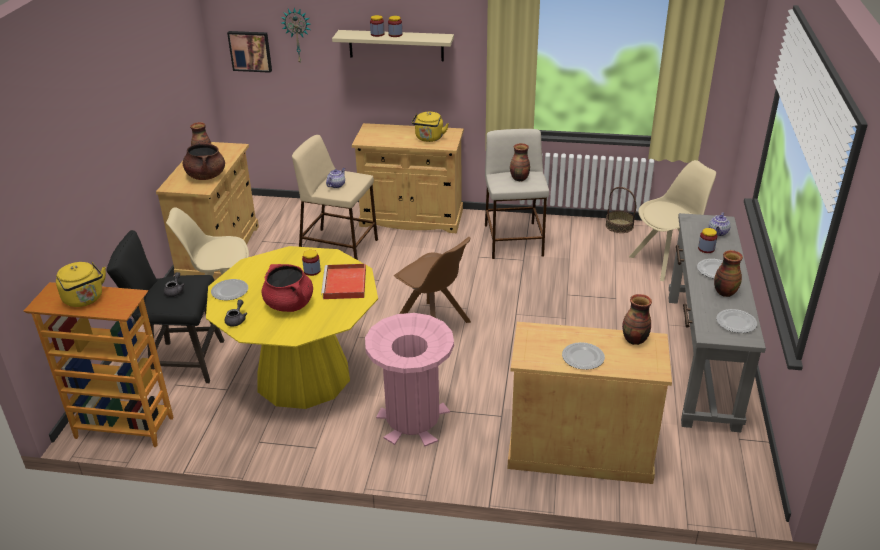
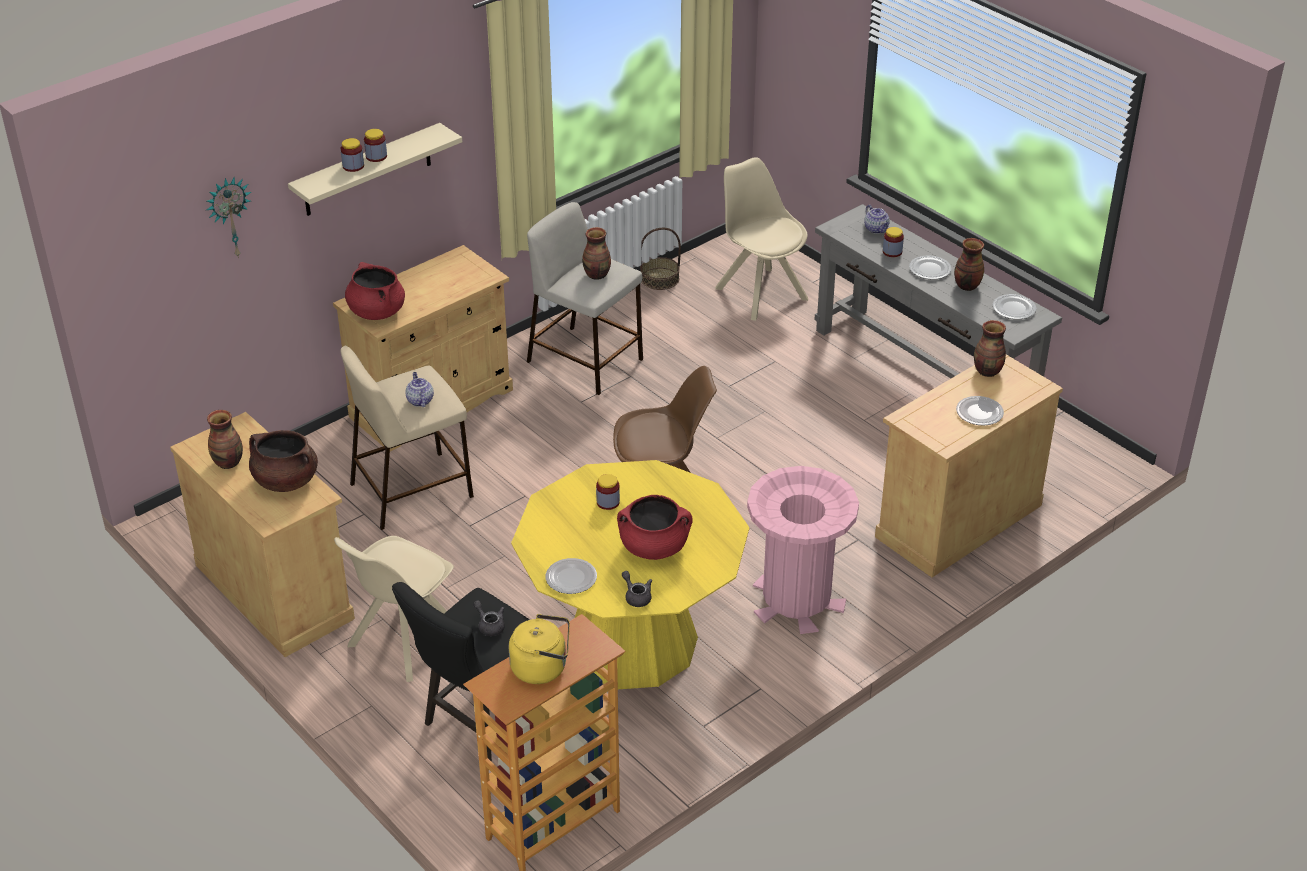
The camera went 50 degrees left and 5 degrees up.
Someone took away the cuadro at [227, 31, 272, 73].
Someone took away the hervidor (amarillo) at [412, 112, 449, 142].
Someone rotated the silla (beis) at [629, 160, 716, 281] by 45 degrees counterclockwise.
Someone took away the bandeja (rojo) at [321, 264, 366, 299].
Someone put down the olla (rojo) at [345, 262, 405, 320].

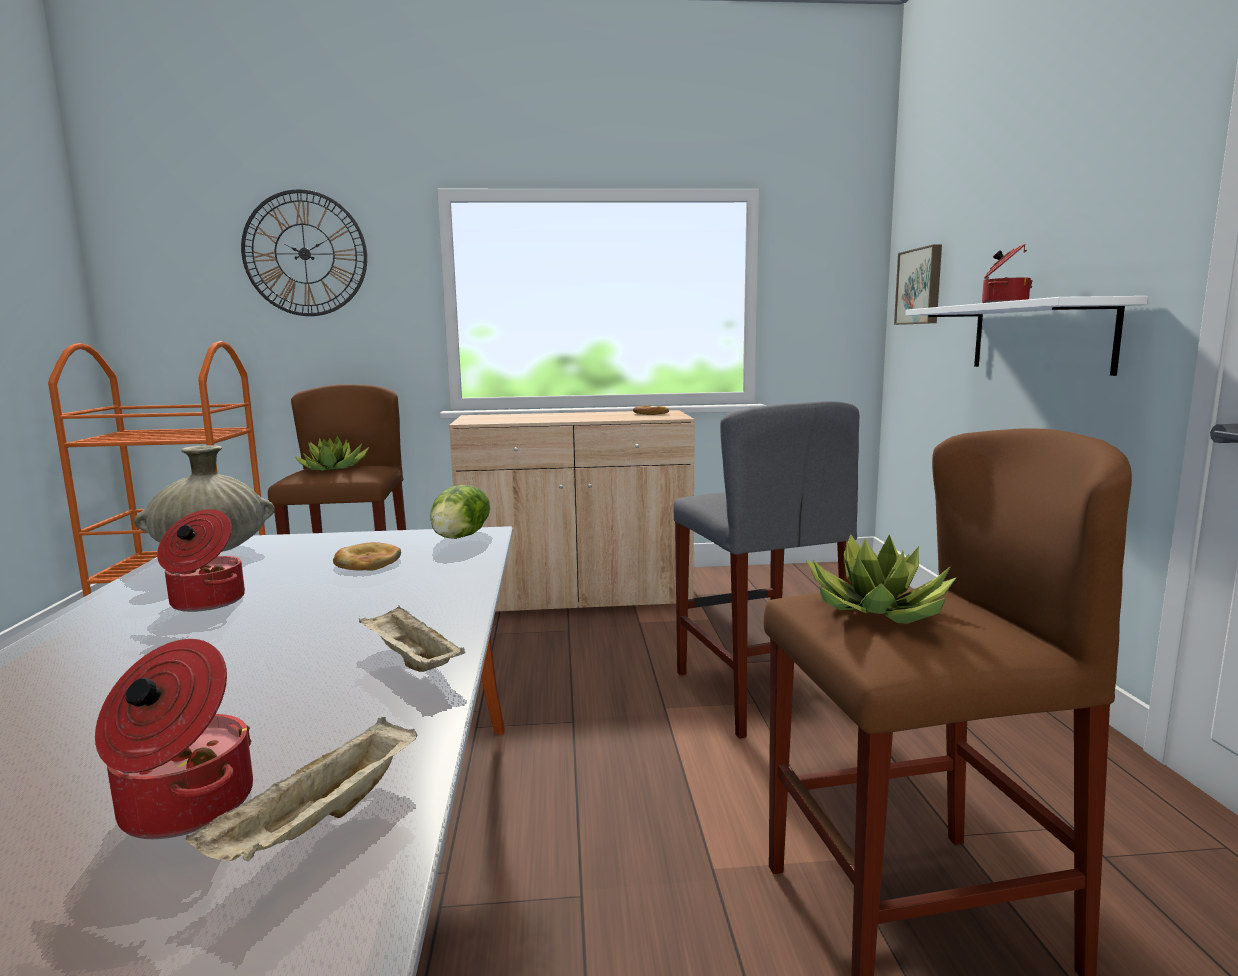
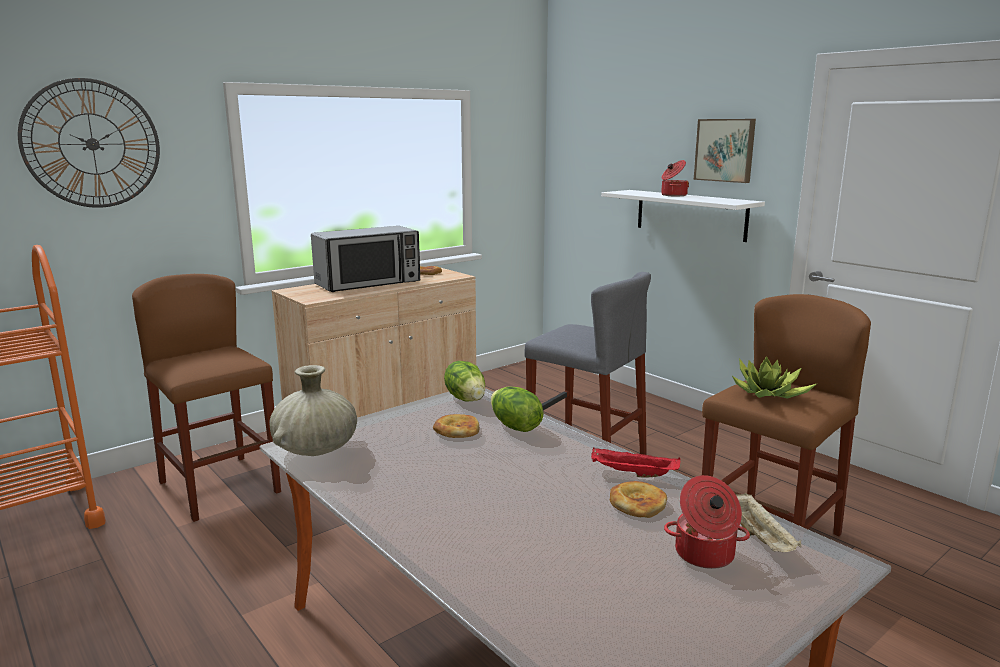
The camera went 35 degrees left and 5 degrees up.
Someone carried the cuadro from [894, 244, 942, 325] to [694, 119, 756, 183].
Someone took away the planta en maceta at [294, 435, 369, 471].
Someone took away the olla at [157, 509, 245, 612].
Someone repainted the bandeja (beis) at [359, 606, 465, 672], which became the bandeja (rojo) at [591, 448, 680, 478].
Someone put down the microondas at [311, 226, 420, 292].
Someone put down the lechuga at [491, 386, 543, 432].
Someone put down the pan at [610, 481, 667, 518].

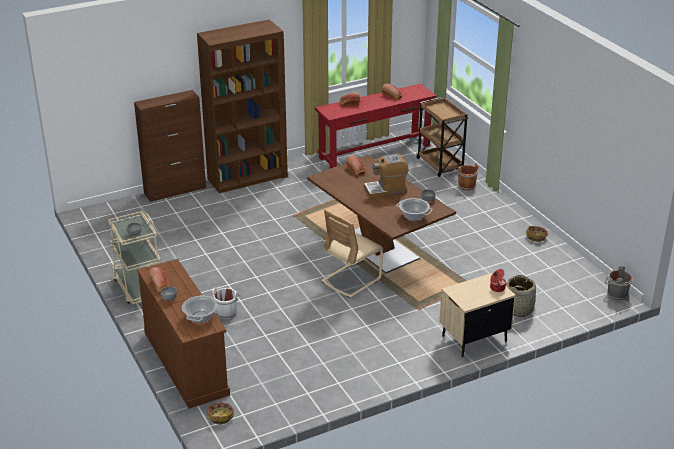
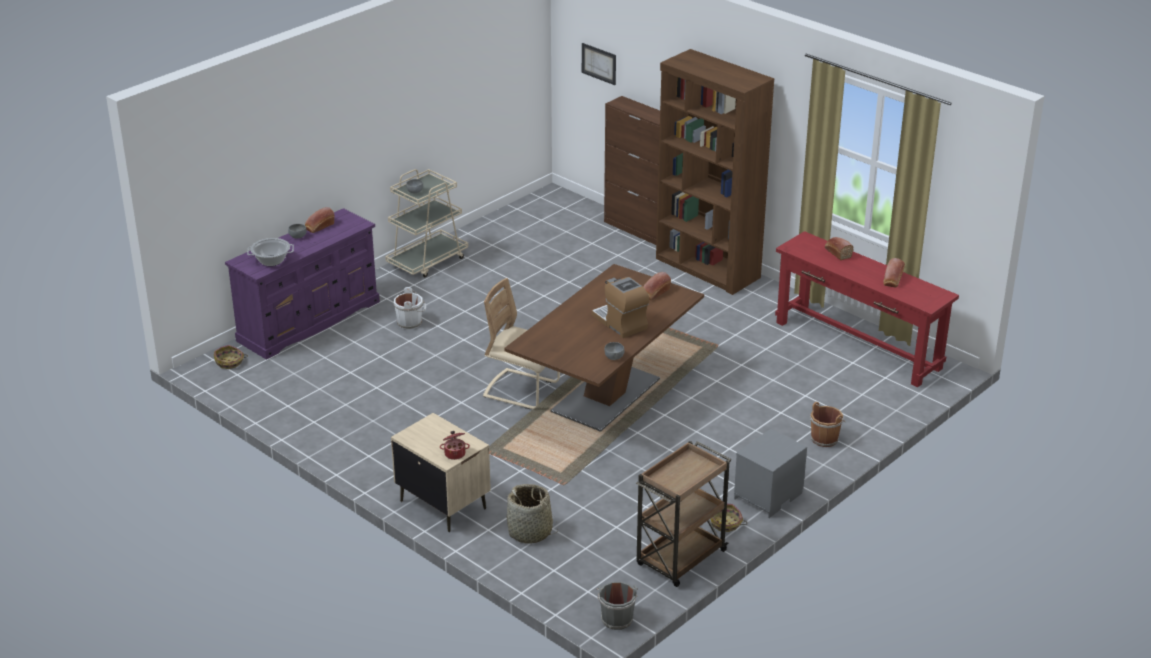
The camera went 70 degrees right and 0 degrees up.
Someone carried the carrito (marrón) from [416, 97, 468, 177] to [636, 441, 731, 587].
Someone took away the olla at [396, 198, 433, 221].
Someone repainted the cómoda (marrón) at [137, 259, 230, 409], which became the cómoda (morado) at [225, 208, 380, 360].
Someone put up the cuadro at [582, 43, 616, 85].
Someone put down the mesita de noche (gris) at [734, 429, 807, 518].

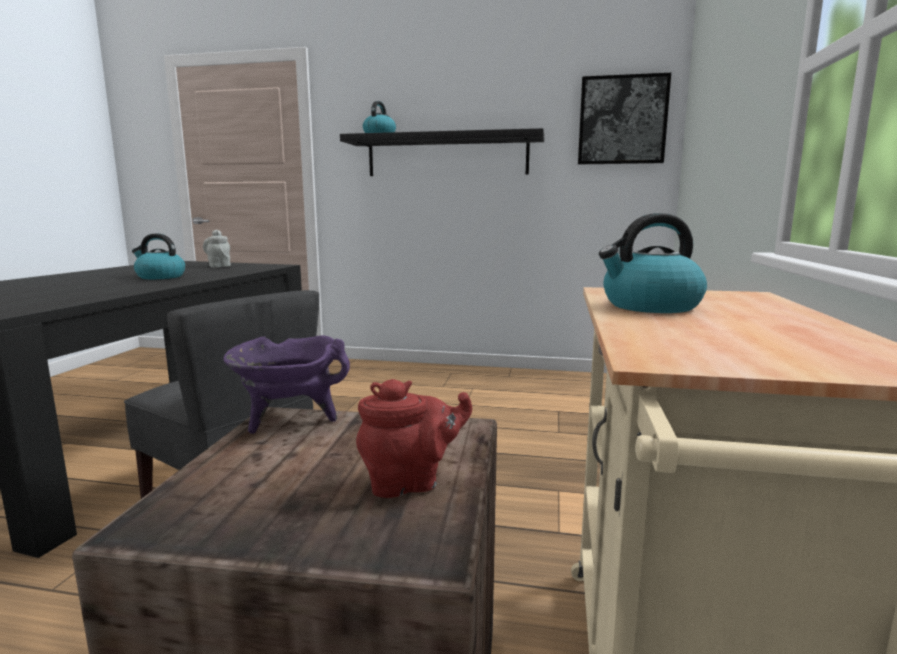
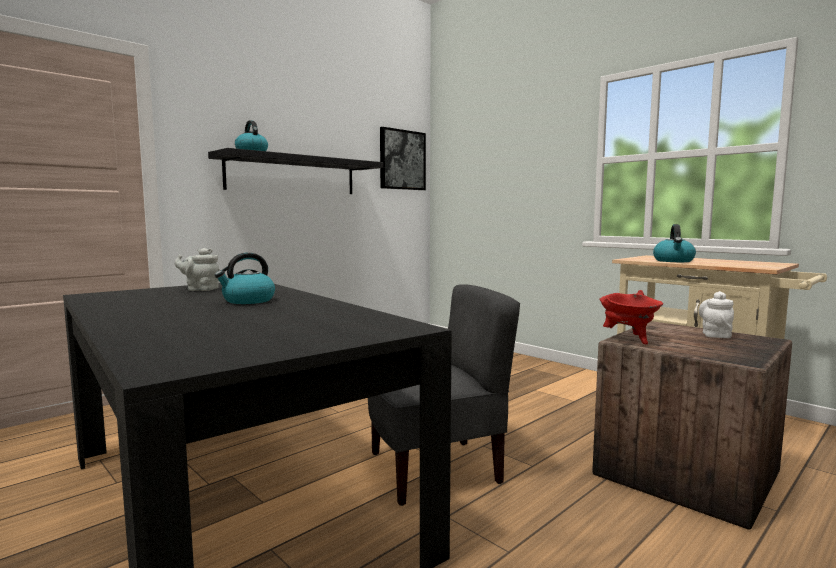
The camera went 55 degrees left and 5 degrees down.
Someone repainted the olla (morado) at [223, 335, 350, 434], which became the olla (rojo) at [599, 290, 663, 345].
Someone repainted the tetera (rojo) at [356, 379, 472, 498], which became the tetera (blanco) at [699, 291, 734, 338].

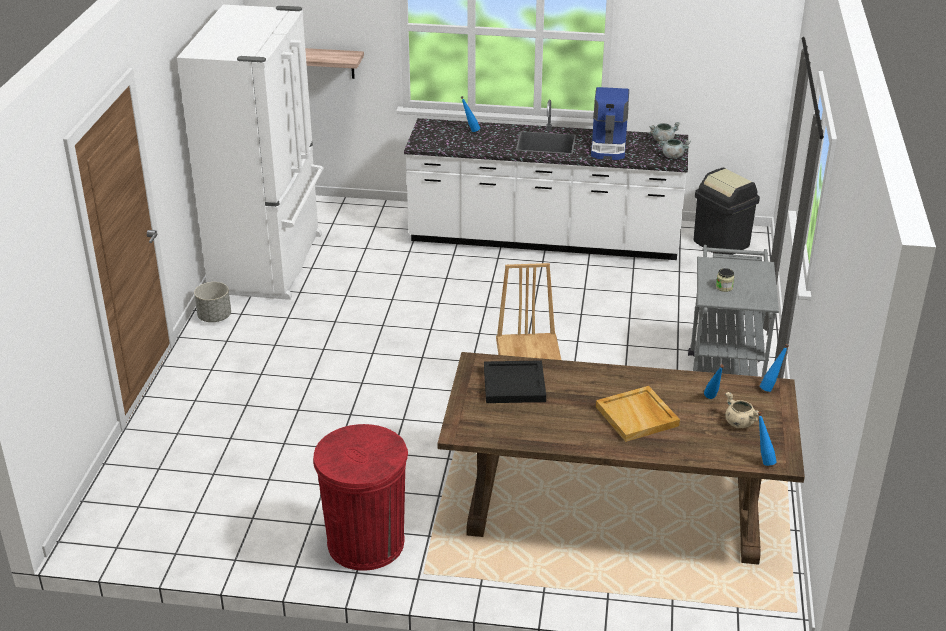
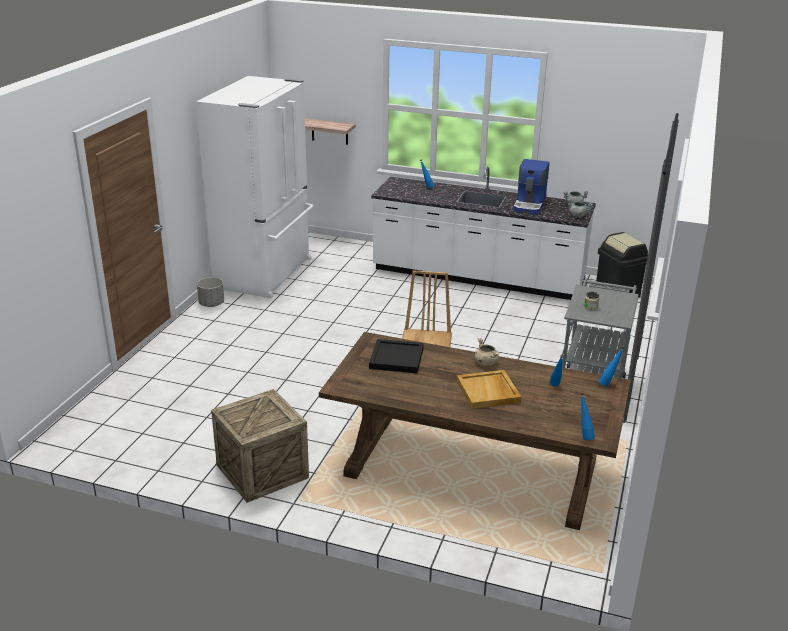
The camera went 10 degrees right and 5 degrees down.
Someone carried the olla (beis) from [725, 392, 759, 428] to [475, 338, 499, 366].
Someone swapped the papelera (rojo) at [313, 424, 408, 570] for the caja de embalaje at [211, 389, 309, 503].

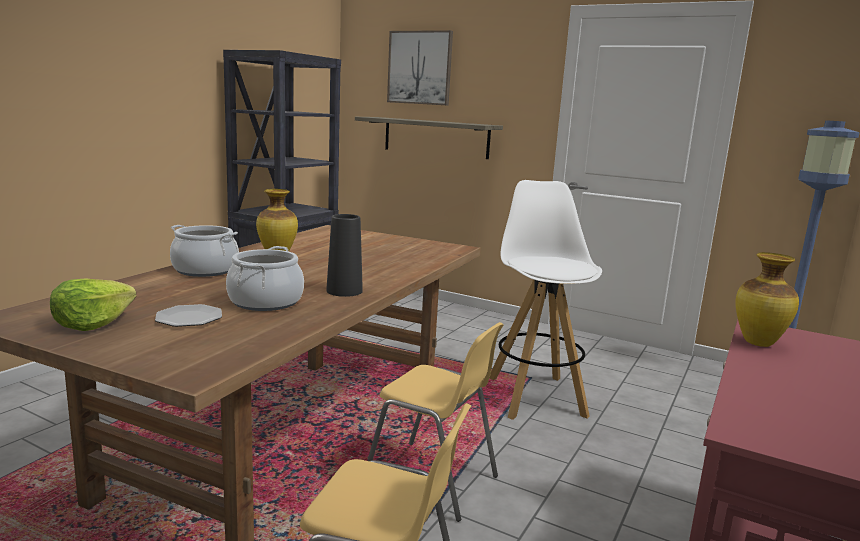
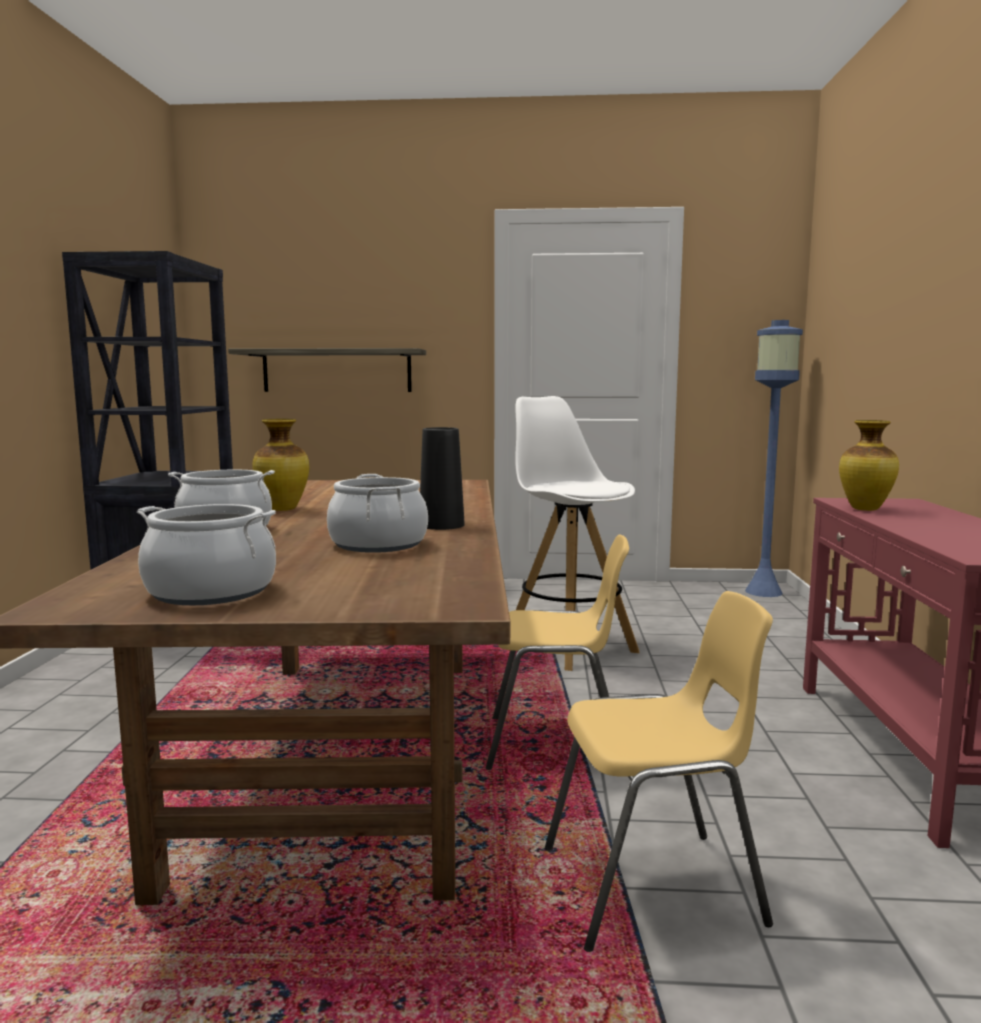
The camera went 25 degrees left and 5 degrees down.
Someone took away the cuadro at [387, 30, 453, 106].
Someone swapped the lechuga at [50, 278, 136, 331] for the olla at [137, 504, 276, 605].
Someone took away the plato at [155, 304, 222, 327].

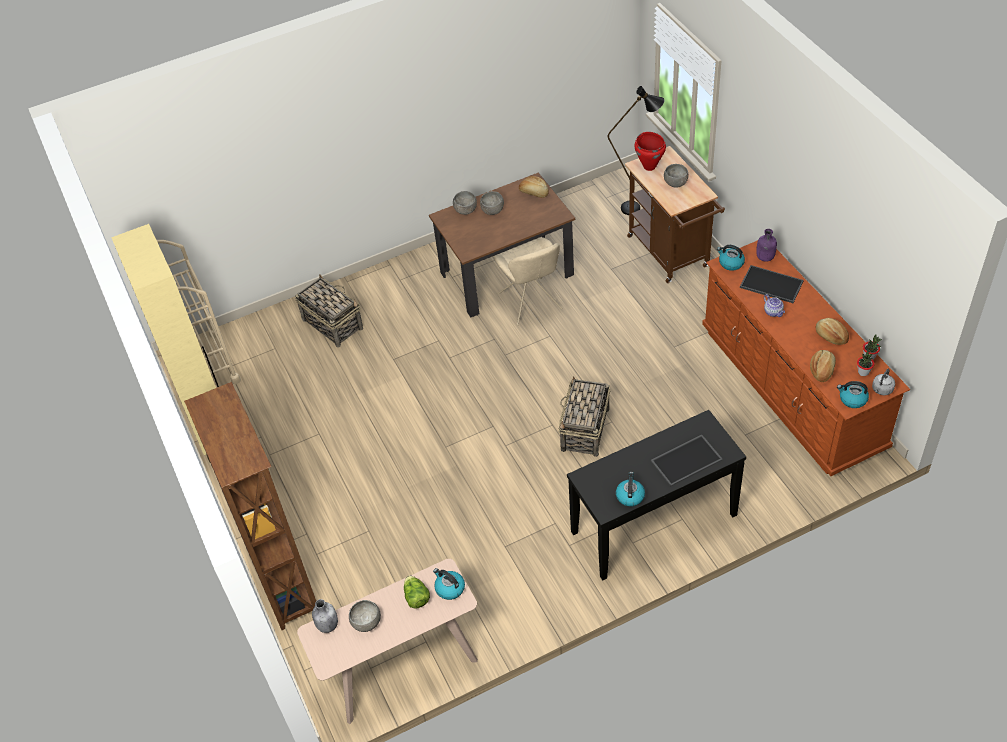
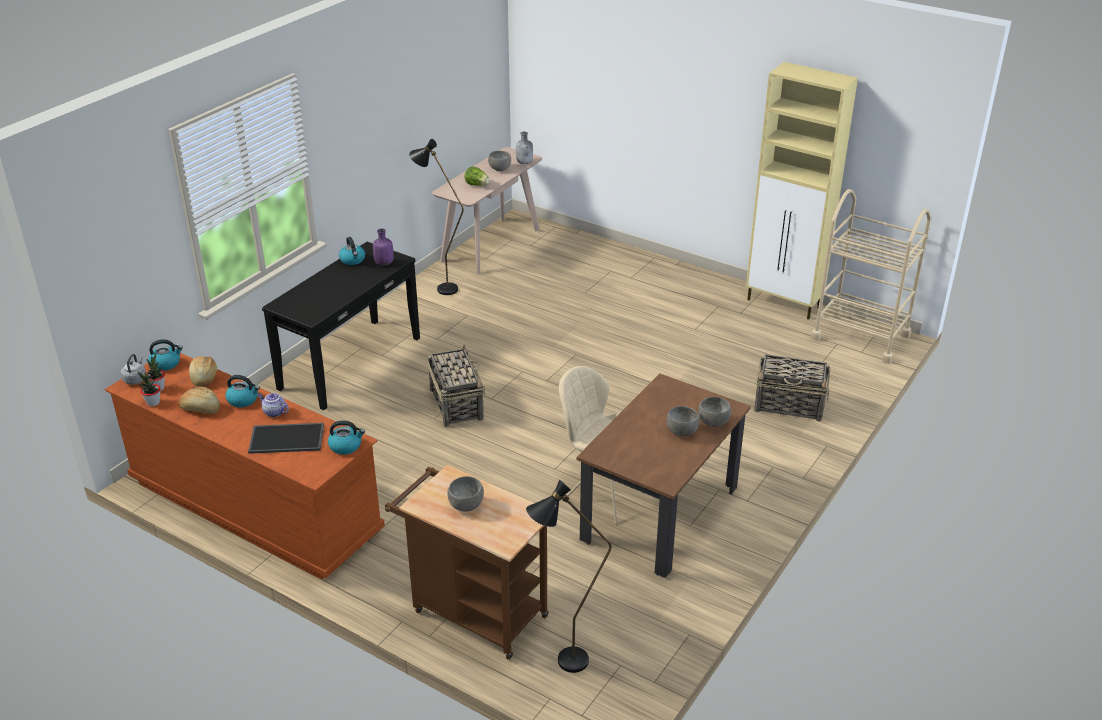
The camera went 145 degrees right and 15 degrees down.
Someone took away the olla (rojo) at [635, 132, 666, 171].
Someone took away the pan at [519, 176, 549, 198].
Someone carried the botella (morado) from [756, 229, 777, 262] to [373, 229, 394, 266].
Someone took away the estantería (marrón) at [184, 382, 316, 630].
Someone took away the bandeja at [651, 434, 723, 486].
Someone carried the hervidor from [433, 568, 465, 600] to [226, 375, 260, 407].
Someone put down the lámpara de pie (negro) at [409, 139, 464, 295].

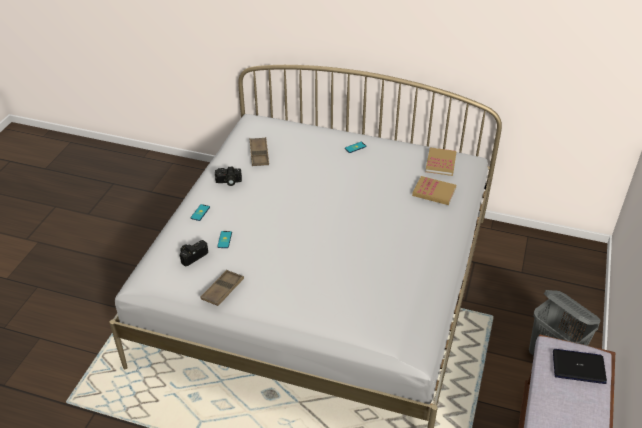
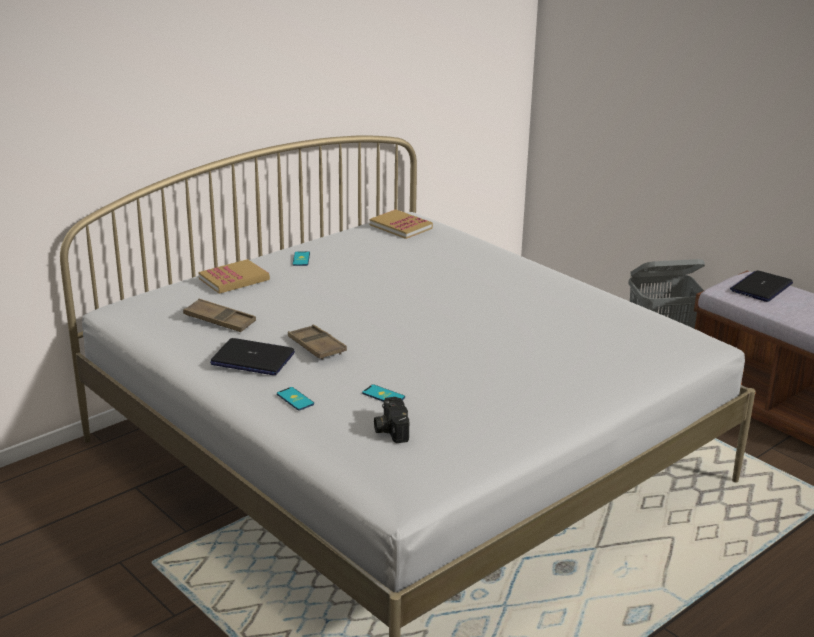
The camera went 60 degrees left and 15 degrees down.
Someone swapped the cámara at [215, 167, 242, 186] for the portátil at [210, 338, 295, 375].
Someone carried the libro from [412, 176, 456, 205] to [198, 259, 270, 294].
Someone carried the bandeja (marrón) from [200, 270, 244, 306] to [288, 325, 347, 360].

